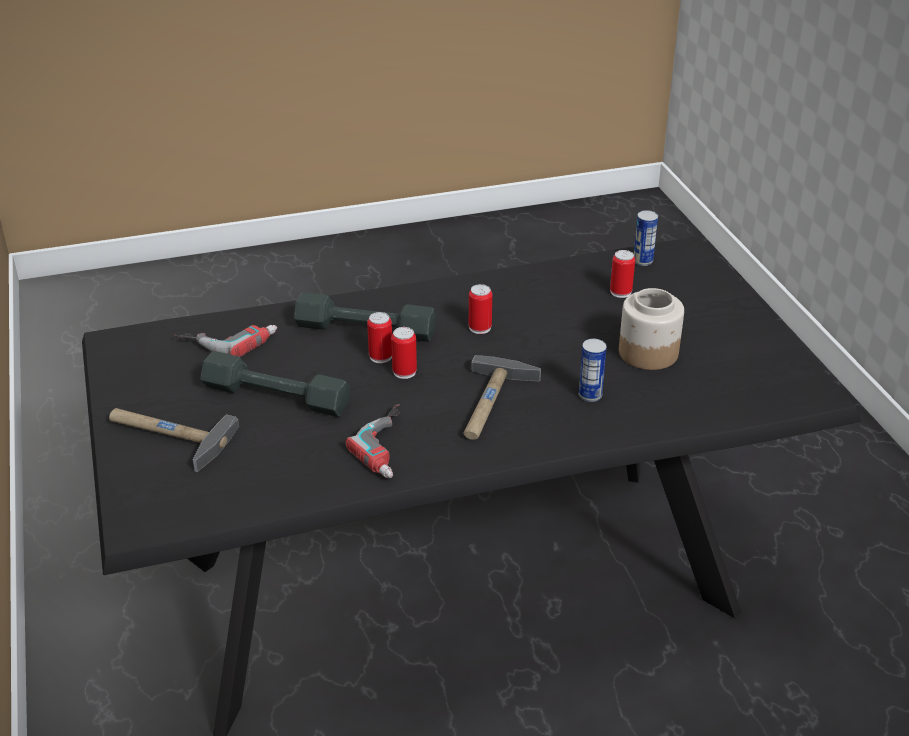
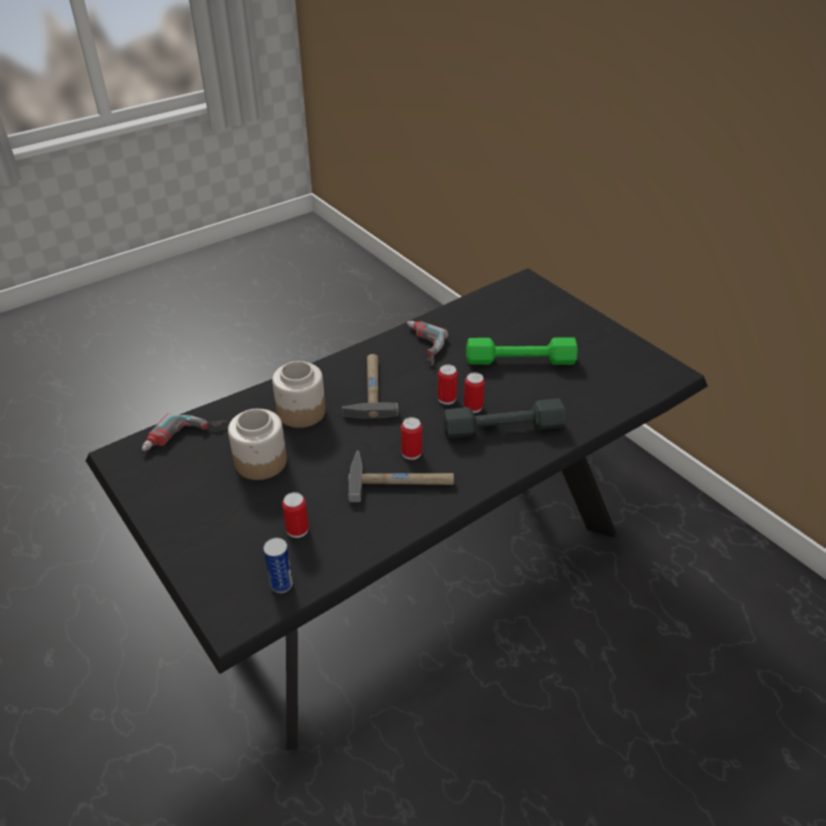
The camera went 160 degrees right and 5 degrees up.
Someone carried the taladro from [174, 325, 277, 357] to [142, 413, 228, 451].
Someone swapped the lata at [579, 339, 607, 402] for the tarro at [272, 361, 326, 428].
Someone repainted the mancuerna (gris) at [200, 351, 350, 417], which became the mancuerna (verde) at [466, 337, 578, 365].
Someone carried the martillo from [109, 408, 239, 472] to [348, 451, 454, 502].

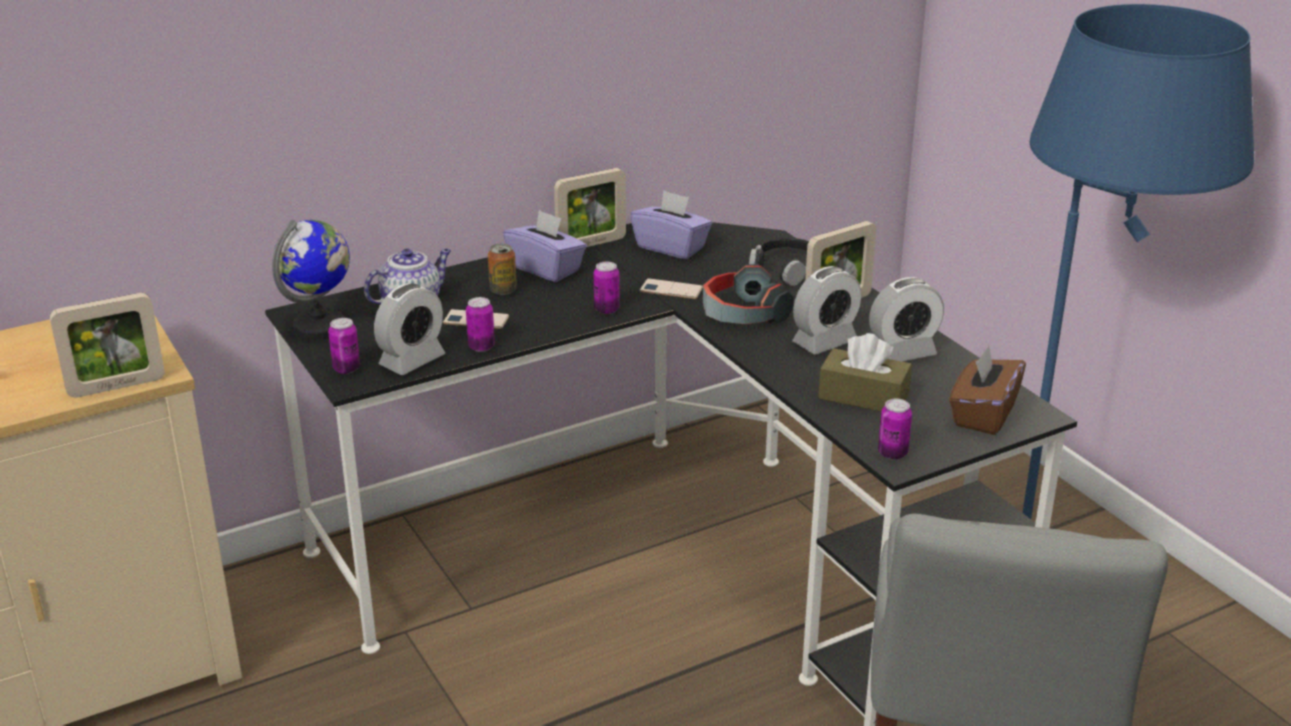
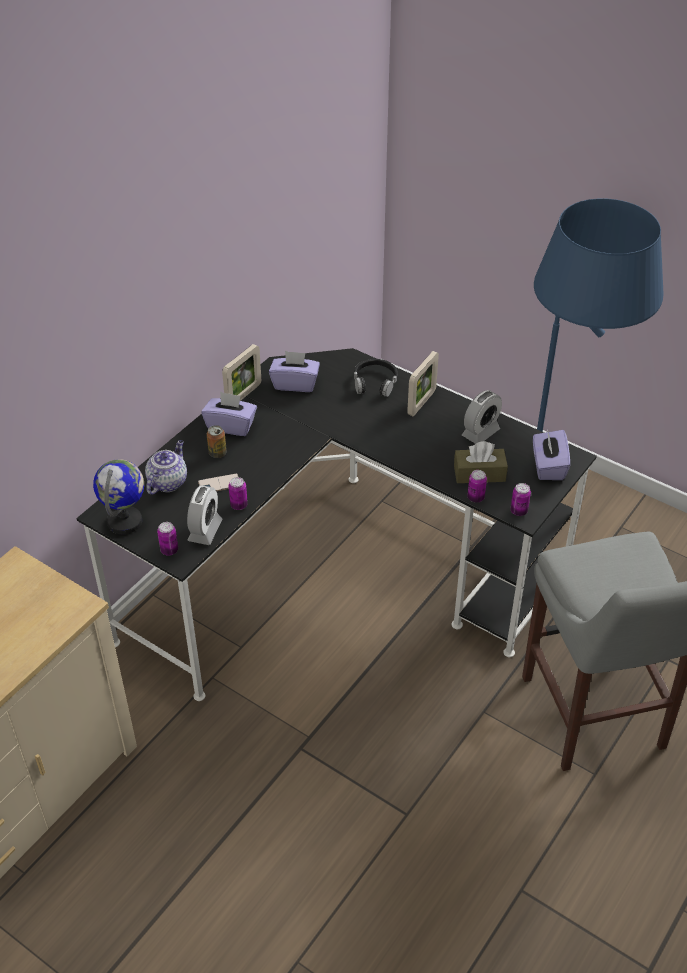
The camera went 25 degrees left and 15 degrees up.
Someone carried the lata from [594, 262, 620, 314] to [467, 470, 487, 503].
Someone took away the auriculares at [703, 264, 794, 324].
Someone took away the despertador at [792, 266, 861, 354].
Someone took away the móvil at [639, 278, 703, 299].
Someone took away the portarretratos at [50, 293, 165, 398].
Someone repainted the caja de pañuelos (marrón) at [949, 345, 1026, 435], which became the caja de pañuelos (morado) at [533, 430, 570, 480].

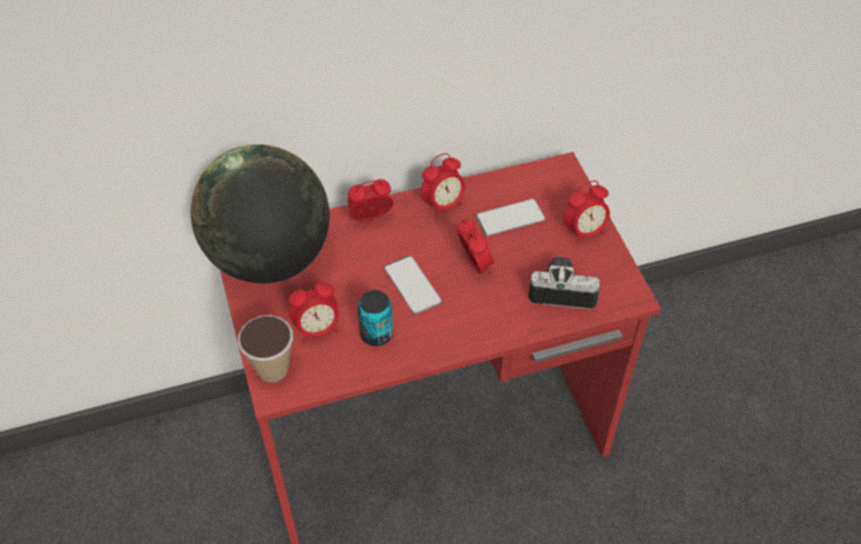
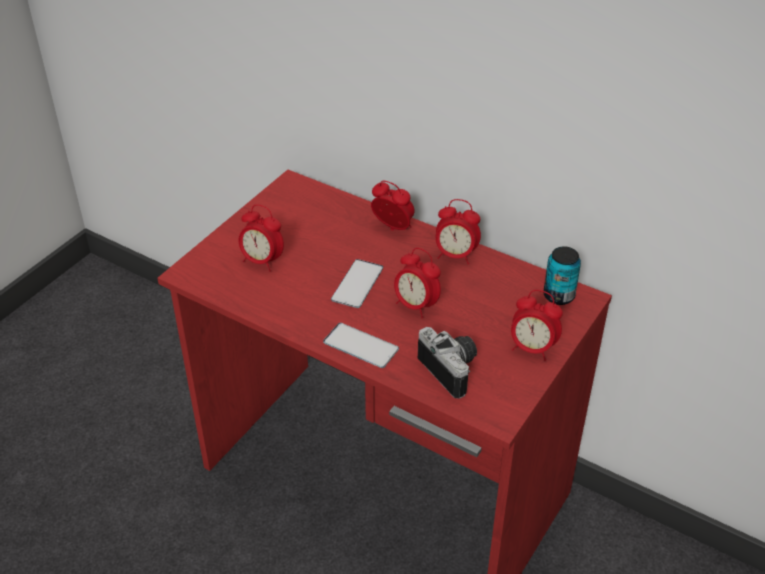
The camera went 50 degrees right and 10 degrees down.
Someone took away the globo terráqueo at [191, 144, 330, 283].
Someone carried the móvil from [476, 199, 545, 236] to [323, 323, 399, 368].
Someone rotated the despertador at [456, 219, 494, 274] by 105 degrees clockwise.
Someone carried the lata from [358, 290, 393, 346] to [543, 246, 581, 305].
Someone took away the taza at [238, 315, 293, 382].

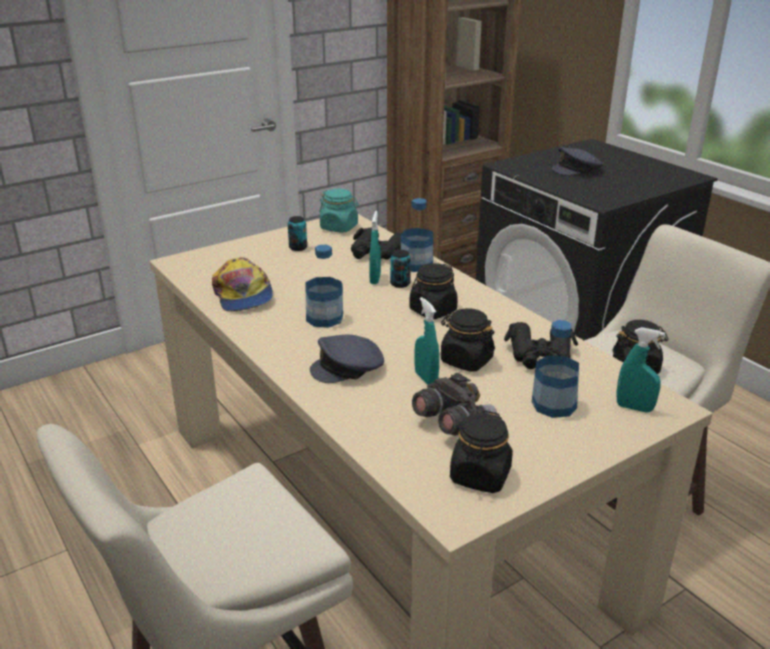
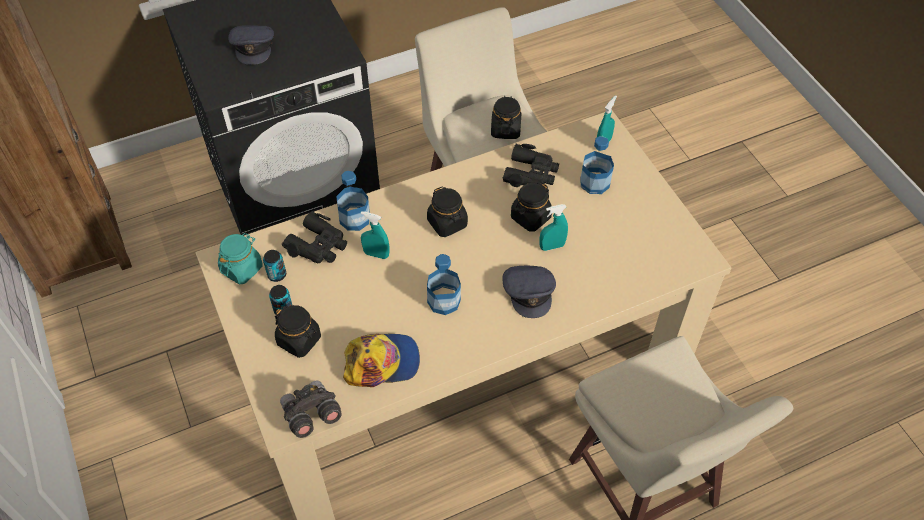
The camera went 80 degrees left and 25 degrees up.
Someone carried the lata from [390, 250, 411, 288] to [263, 250, 286, 282].
Someone carried the prismáticos (gris) from [412, 373, 497, 436] to [280, 380, 342, 438].
Someone carried the tarro (negro) from [450, 410, 513, 493] to [275, 305, 321, 358].

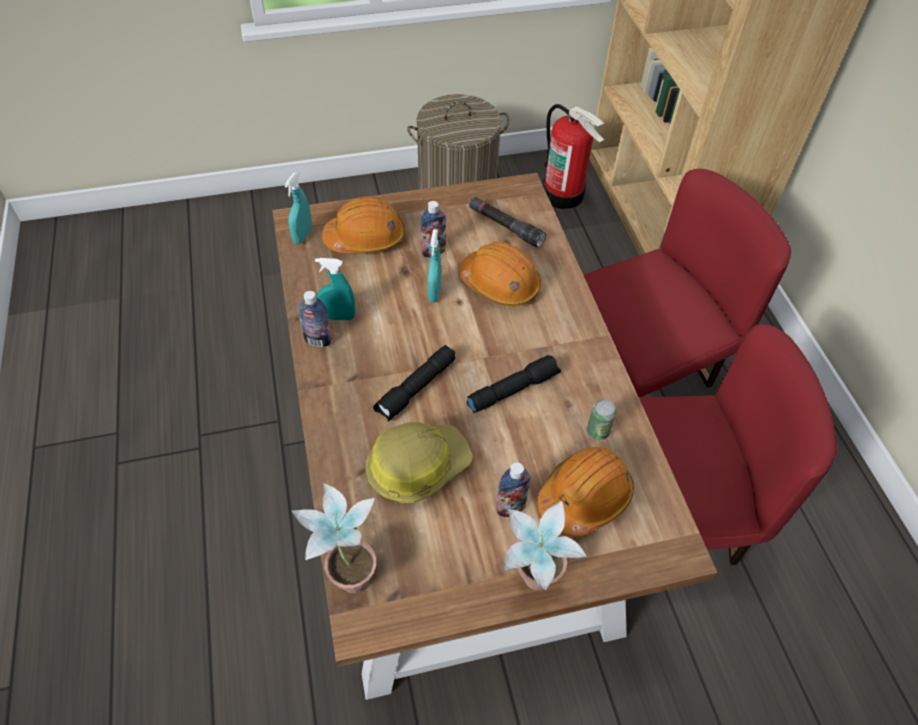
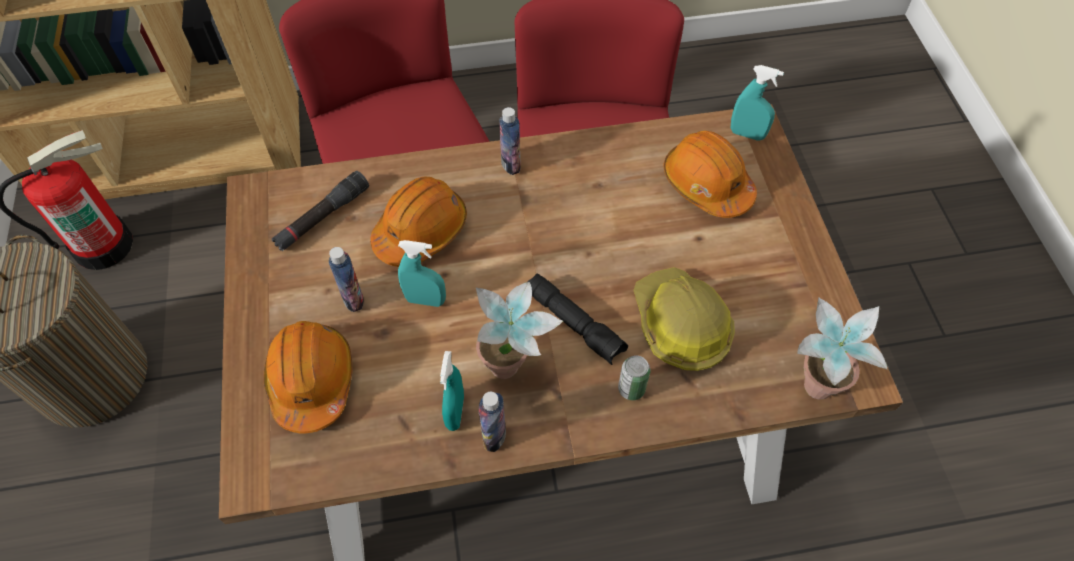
The camera went 85 degrees left and 5 degrees up.
Someone carried the pulverizador (turquesa) from [284, 172, 312, 244] to [731, 65, 784, 141].
Someone took away the linterna (negro) at [467, 355, 561, 413].
Someone carried the lata from [587, 399, 616, 440] to [618, 355, 650, 400].
Someone carried the botella from [496, 462, 531, 517] to [499, 107, 521, 175].
Someone carried the planta en maceta from [504, 501, 587, 591] to [476, 282, 563, 379].

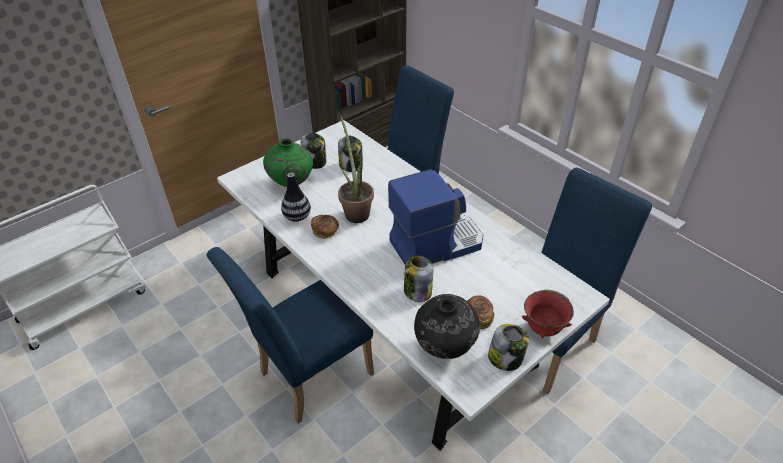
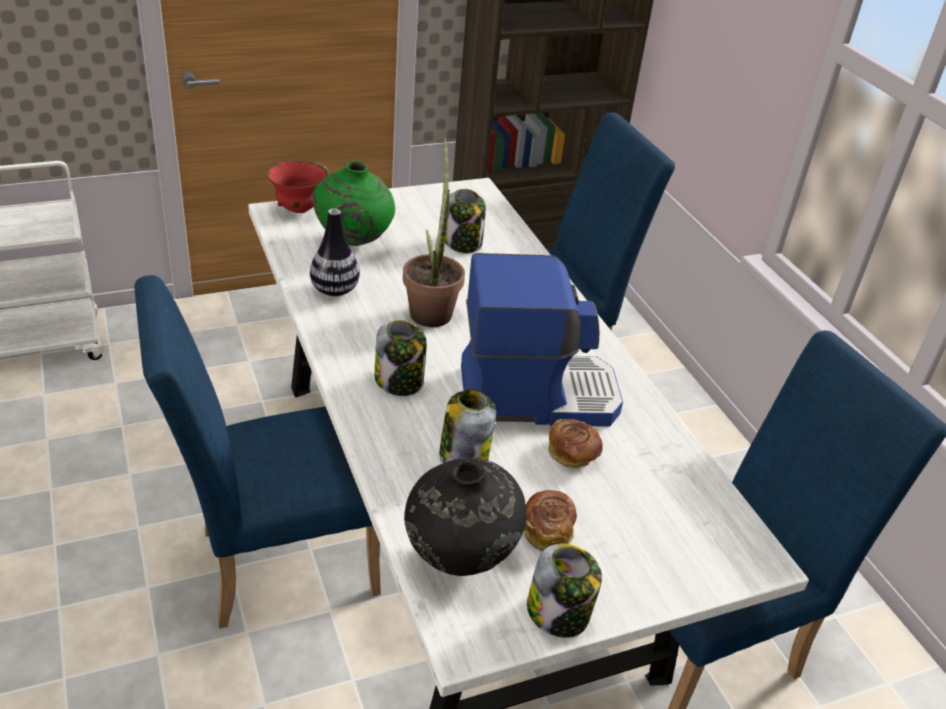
The camera went 15 degrees right and 5 degrees down.
Someone carried the tarro from [301, 133, 326, 169] to [375, 320, 426, 396].
Someone carried the pan from [311, 214, 339, 239] to [548, 419, 603, 468].
Someone carried the cuenco (rojo) from [522, 290, 574, 338] to [267, 160, 330, 213].

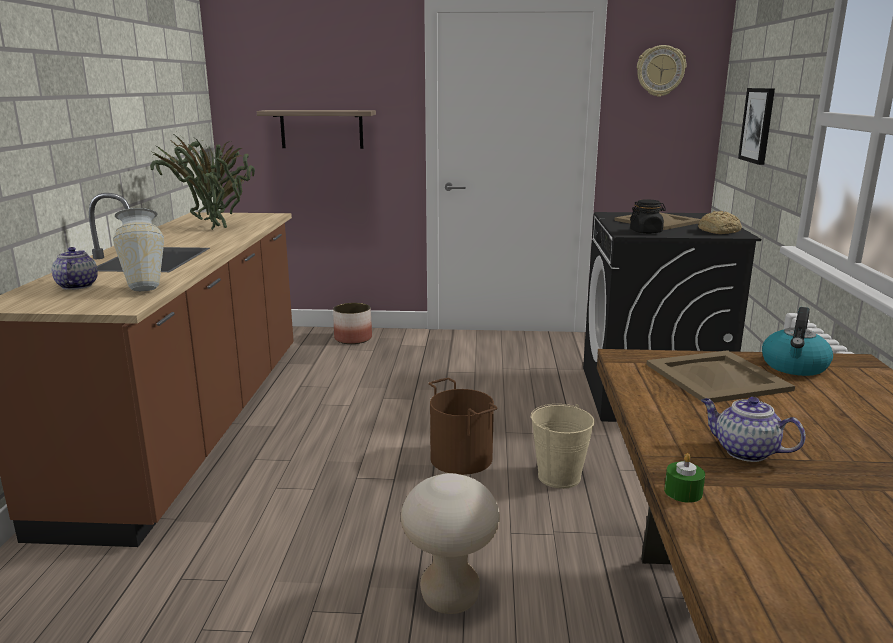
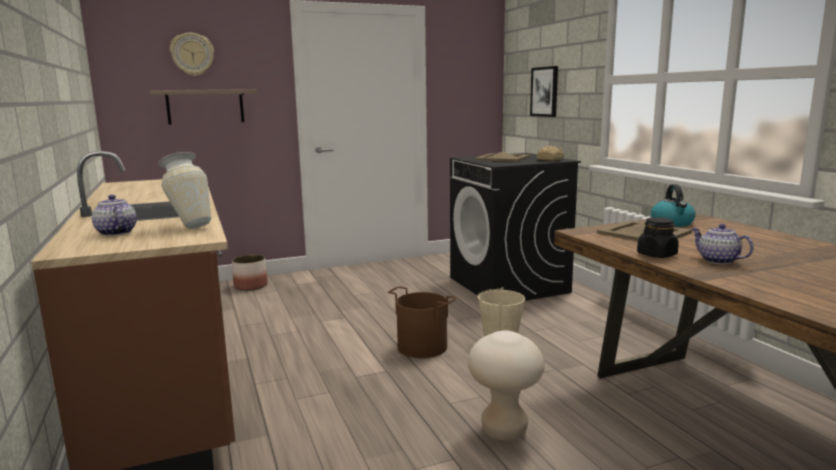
The camera went 25 degrees left and 5 degrees down.
Someone carried the reloj de pared from [637, 45, 687, 97] to [170, 33, 214, 76].
Someone took away the planta en maceta at [150, 133, 255, 230].
Someone carried the tarro (negro) from [630, 200, 666, 234] to [637, 217, 679, 258].
Someone rotated the tetera at [701, 397, 806, 462] by 45 degrees clockwise.
Someone took away the vela (verde) at [664, 453, 705, 503].

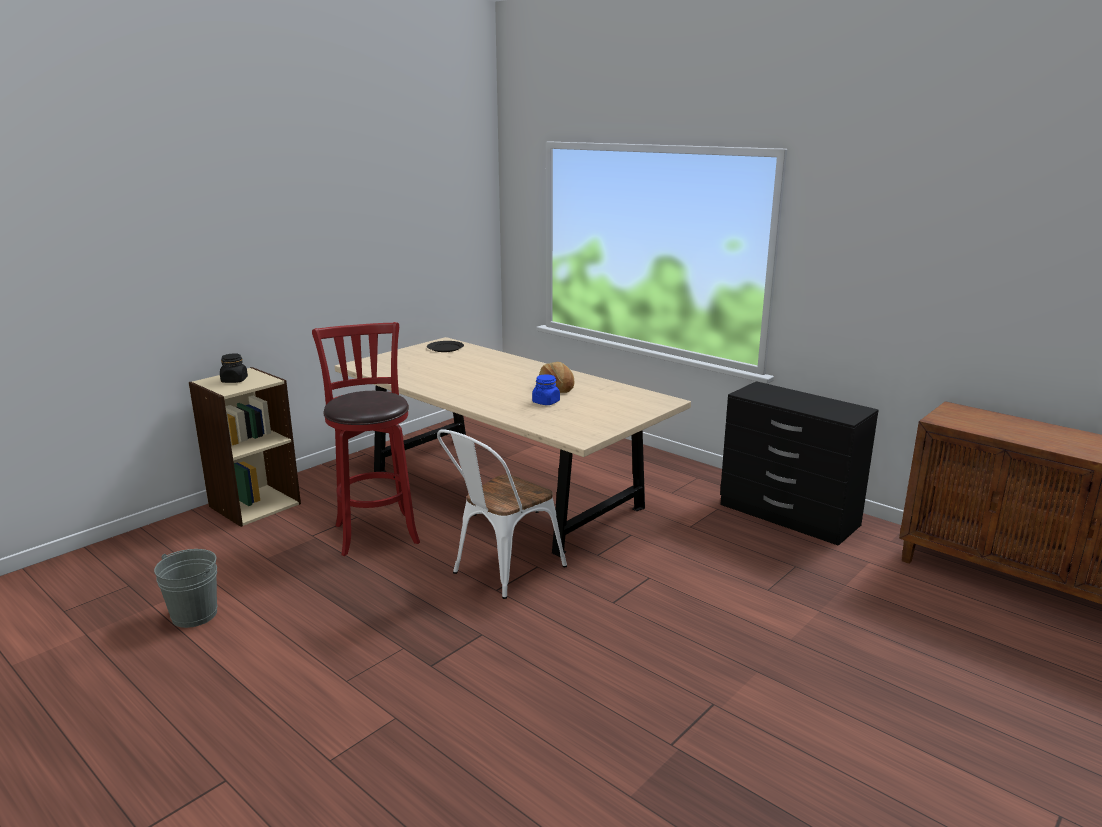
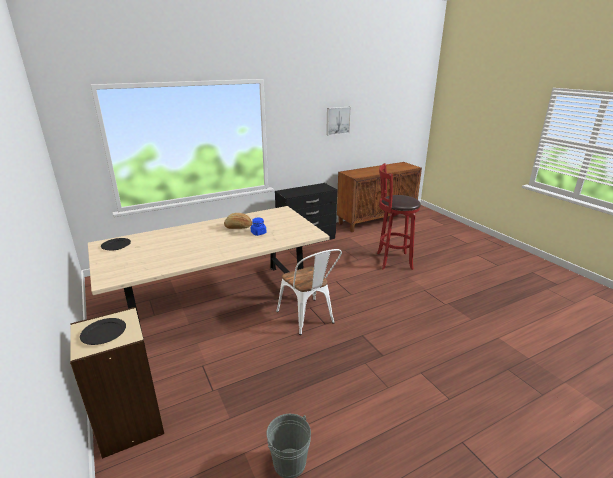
The camera went 70 degrees left and 5 degrees up.
Someone carried the taburete (rojo) from [312, 322, 420, 556] to [377, 163, 421, 270].
Someone swapped the tarro (negro) at [220, 353, 248, 383] for the plato (negro) at [80, 318, 126, 345].
Someone put up the cuadro at [326, 107, 351, 136].

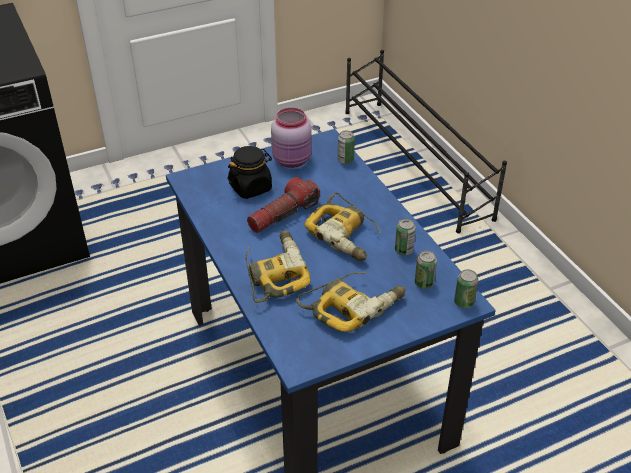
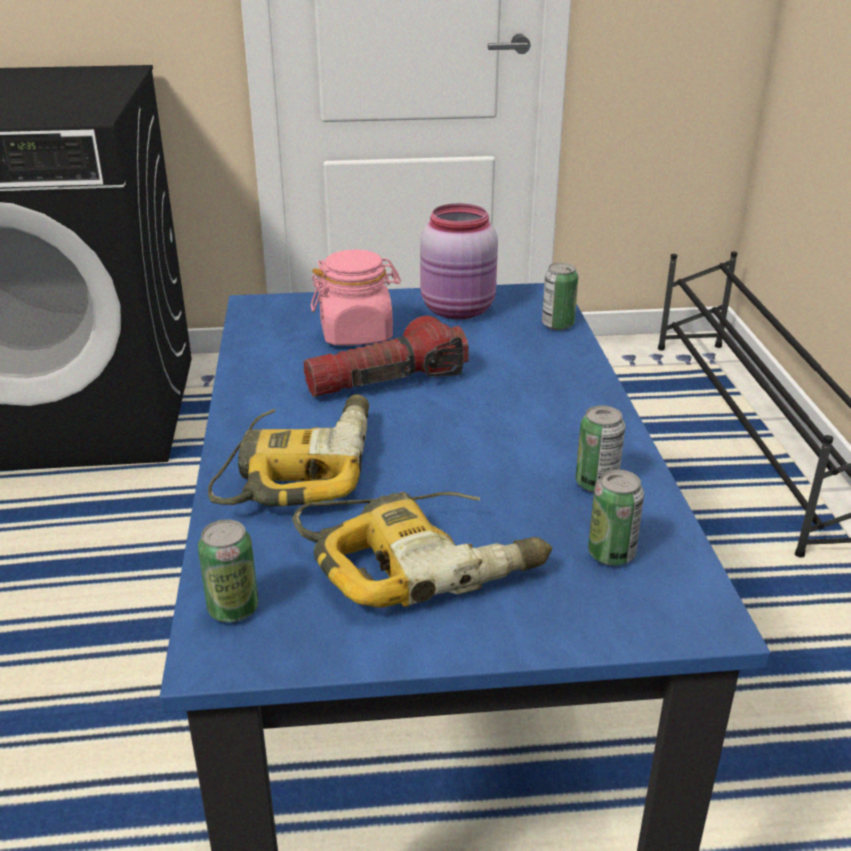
The camera went 20 degrees right and 10 degrees down.
Someone repainted the tarro (negro) at [228, 146, 272, 199], which became the tarro (rosa) at [311, 249, 401, 345].
Someone took away the taladro at [305, 193, 381, 261].
Someone carried the lata from [454, 269, 478, 308] to [198, 519, 259, 622].

